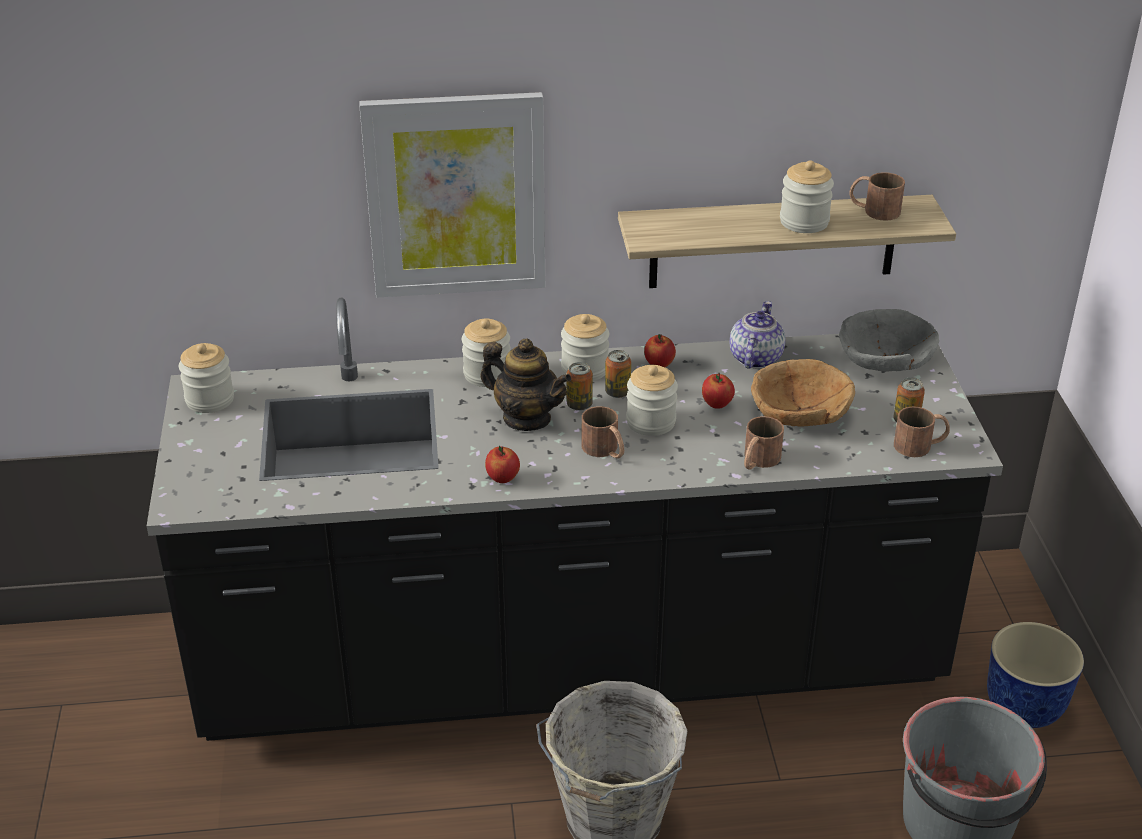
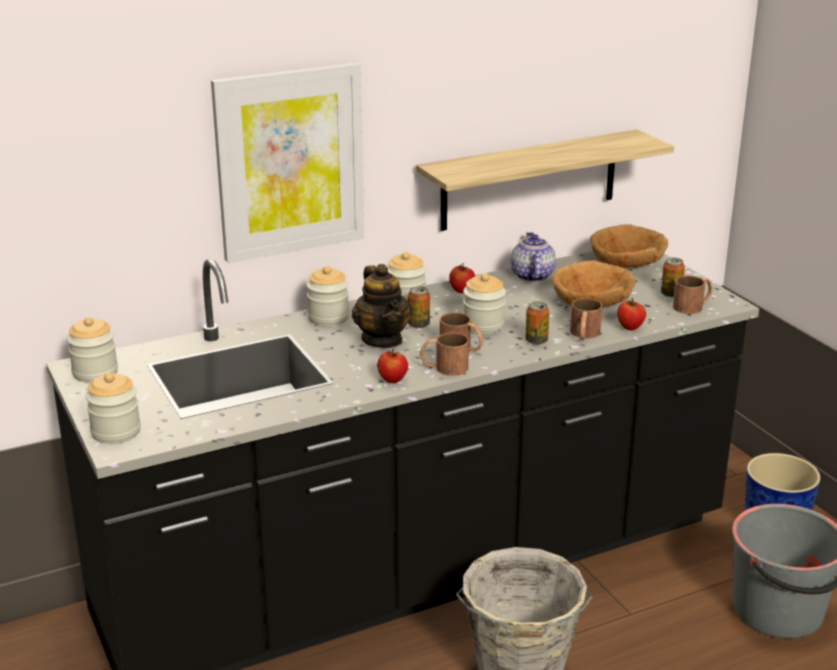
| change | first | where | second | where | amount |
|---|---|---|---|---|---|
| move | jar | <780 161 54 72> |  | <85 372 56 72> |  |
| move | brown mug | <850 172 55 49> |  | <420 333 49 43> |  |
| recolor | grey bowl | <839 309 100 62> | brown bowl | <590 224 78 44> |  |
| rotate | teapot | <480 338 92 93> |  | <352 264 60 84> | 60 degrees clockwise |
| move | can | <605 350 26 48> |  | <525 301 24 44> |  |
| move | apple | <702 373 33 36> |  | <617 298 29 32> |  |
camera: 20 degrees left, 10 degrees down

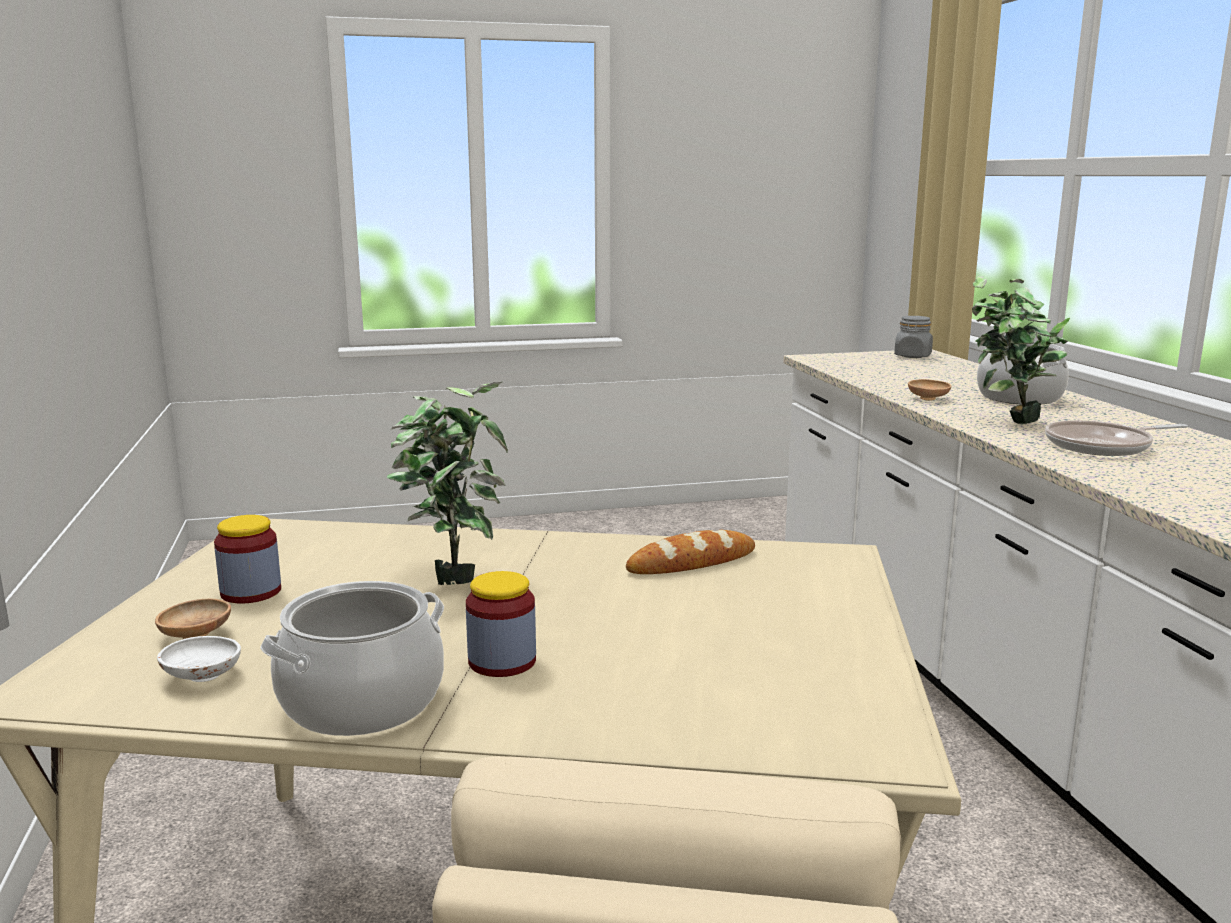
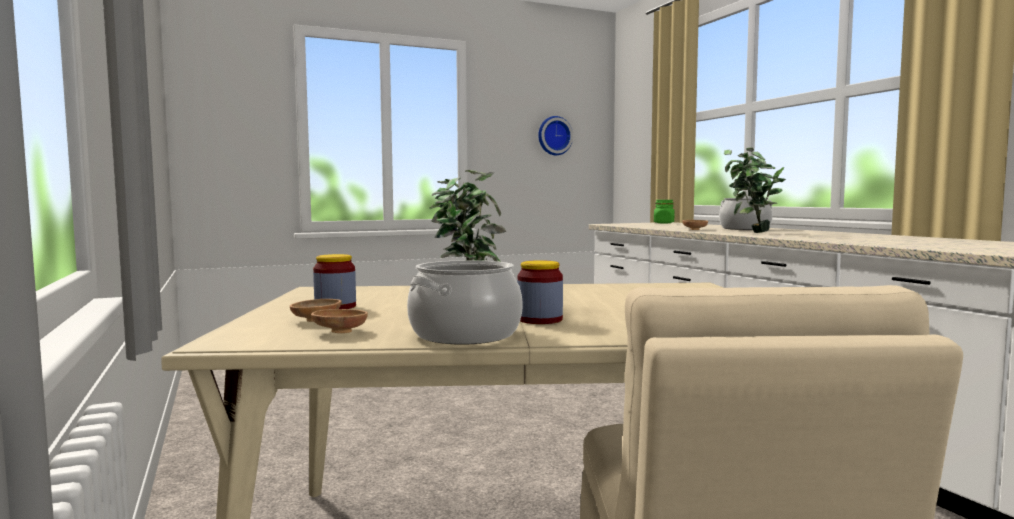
| change | first | where | second | where | amount |
|---|---|---|---|---|---|
| recolor | grey jar | <894 316 39 42> | green jar | <654 200 20 23> |  |
| delete | frying pan | <1045 420 143 36> |  |  |  |
| delete | bread | <626 530 129 44> |  |  |  |
| recolor | white bowl | <157 636 84 46> | brown bowl | <311 309 57 24> |  |
| insert |  |  | wall clock | <538 116 35 39> |  |
camera: 10 degrees left, 10 degrees down

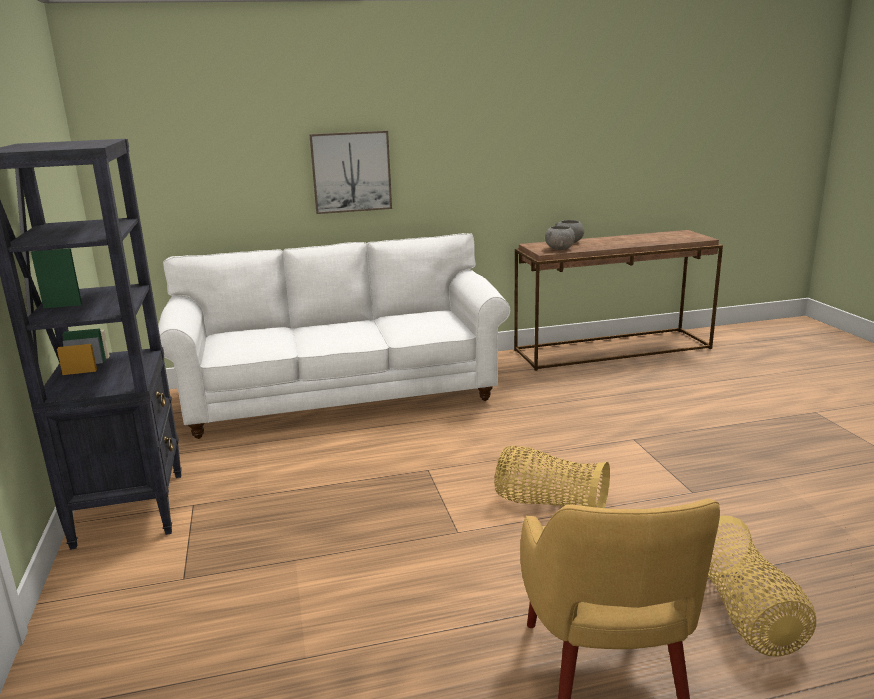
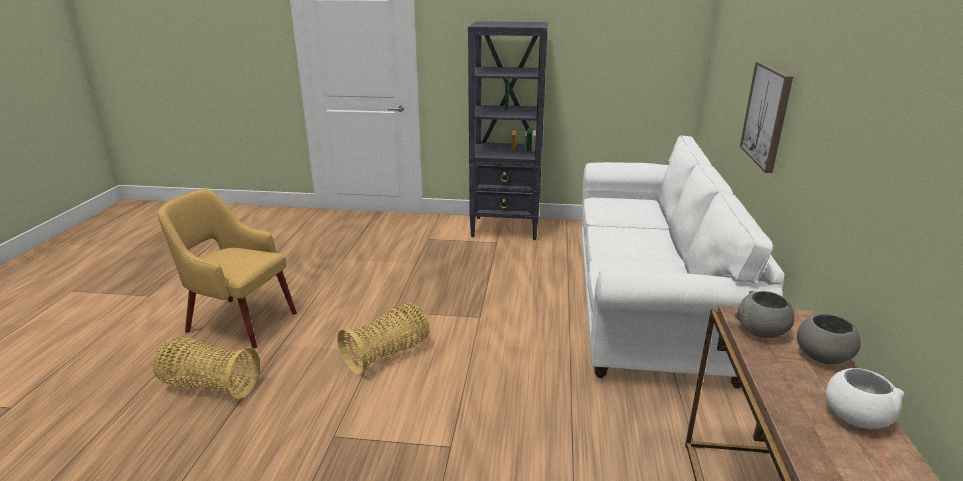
| change | first | where | second | where | amount |
|---|---|---|---|---|---|
| insert |  |  | white bowl | <825 368 79 61> |  |
camera: 110 degrees right, 5 degrees up

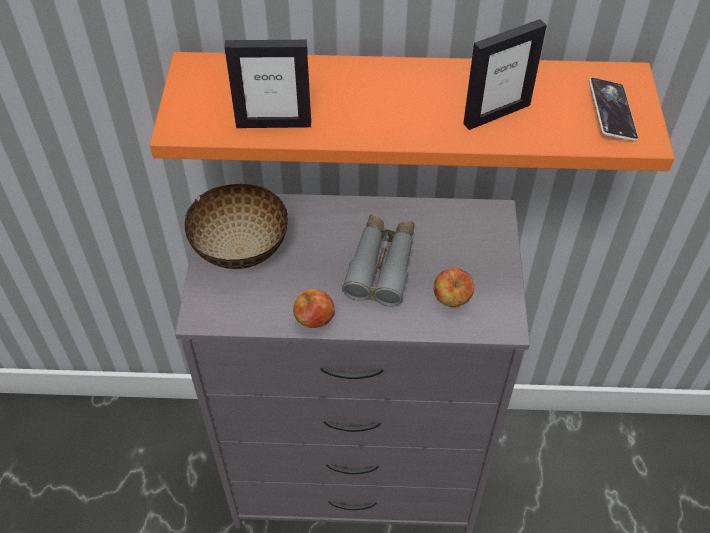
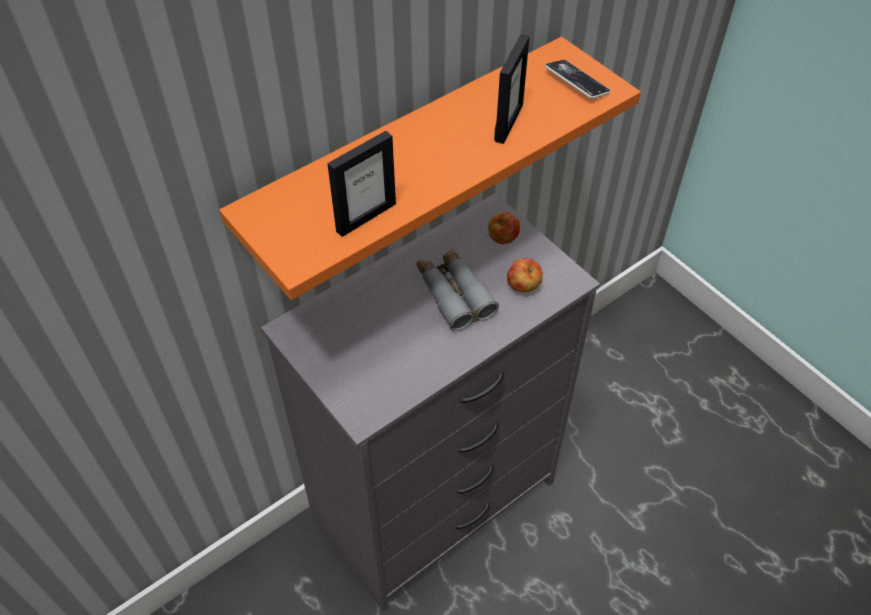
| change | first | where | second | where | amount |
|---|---|---|---|---|---|
| delete | bowl | <184 184 104 85> |  |  |  |
| move | apple | <293 289 42 39> |  | <488 212 32 32> |  |
camera: 40 degrees left, 0 degrees up

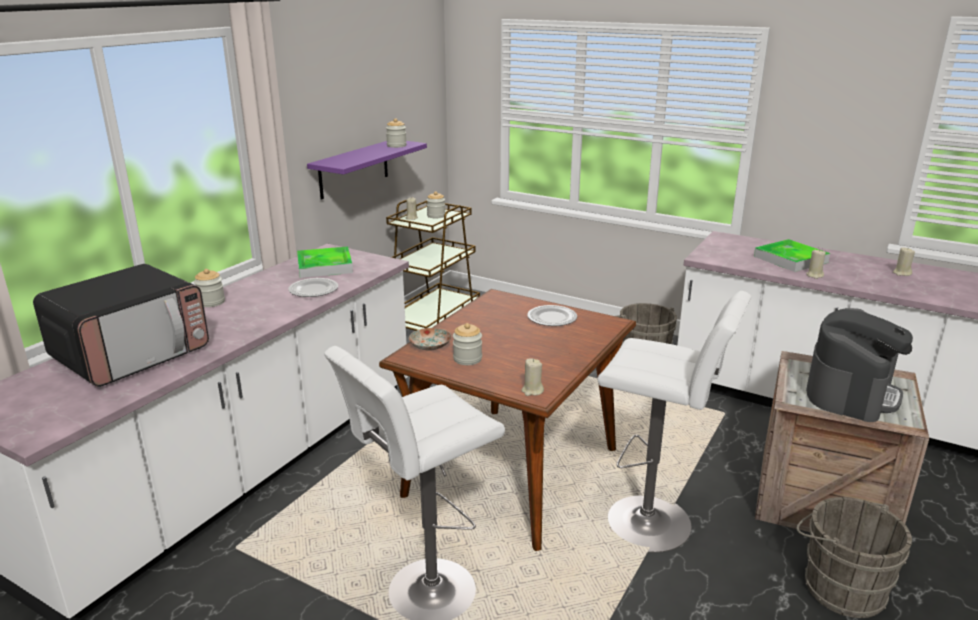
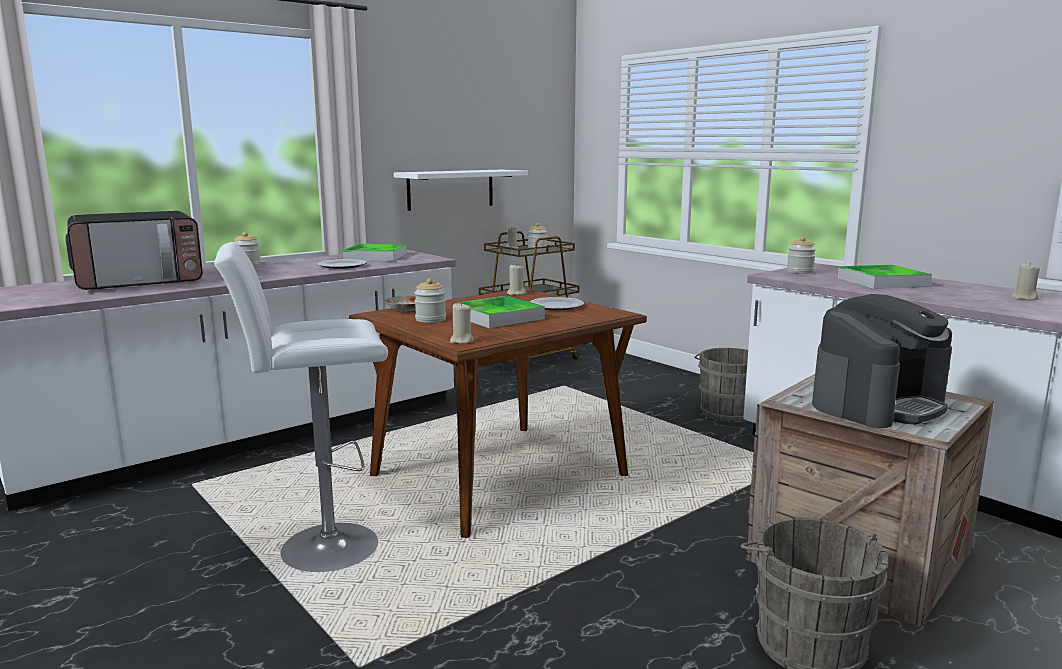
| change | first | where | second | where | amount |
|---|---|---|---|---|---|
| move | jar | <386 118 21 30> |  | <787 236 29 38> |  |
| recolor | purple shelf | <307 141 120 59> | white shelf | <394 170 134 41> |  |
| move | beige candle | <806 250 20 29> |  | <507 263 19 32> |  |
| delete | white stool | <598 291 154 262> |  |  |  |
| insert |  |  | tray | <453 296 92 32> |  |
camera: 20 degrees right, 10 degrees down

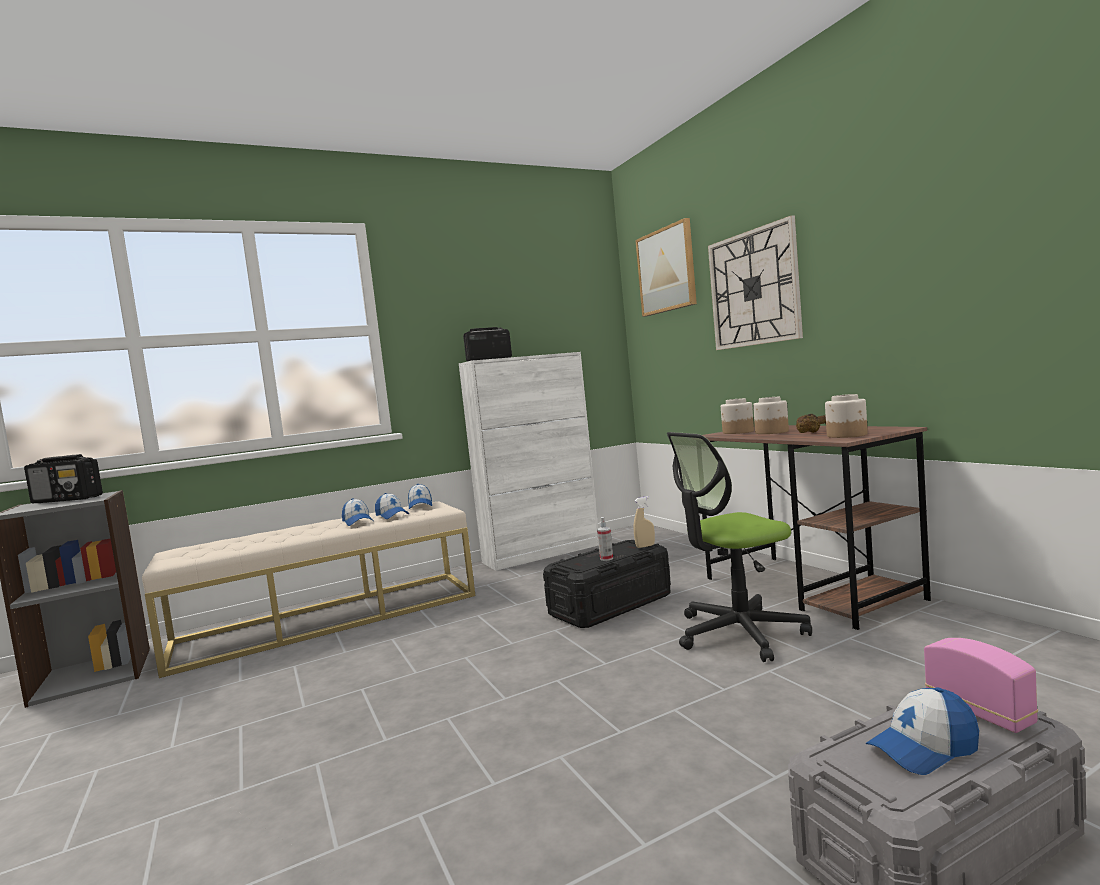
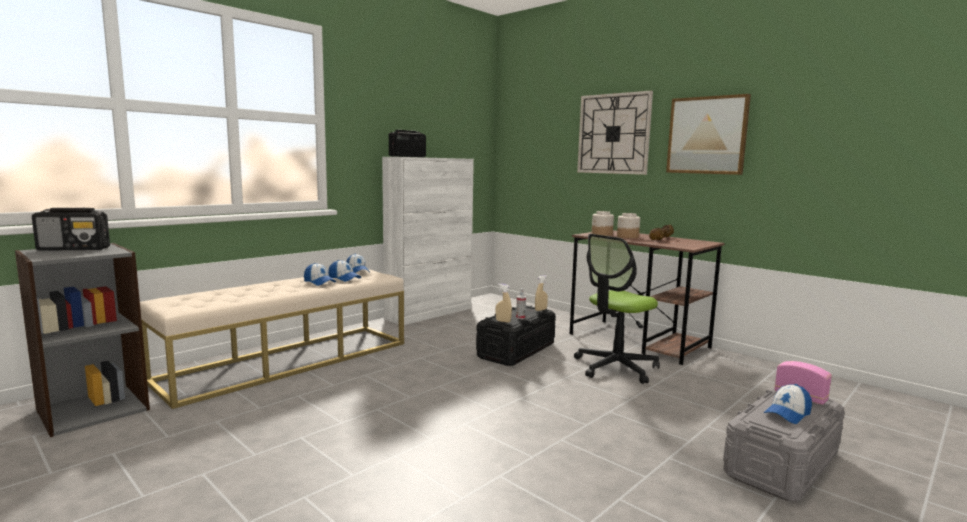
| change | first | where | second | where | amount |
|---|---|---|---|---|---|
| move | picture | <635 218 62 99> |  | <666 94 85 81> |  |
| delete | jar | <825 394 43 44> |  |  |  |
| insert |  |  | beige spray bottle | <496 284 16 39> |  |
camera: 20 degrees left, 5 degrees up

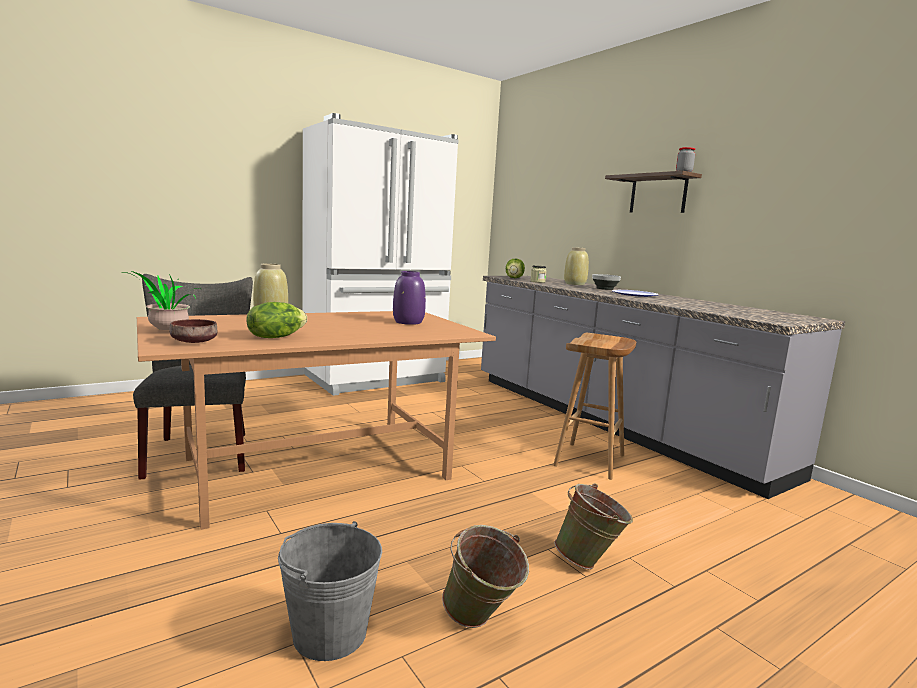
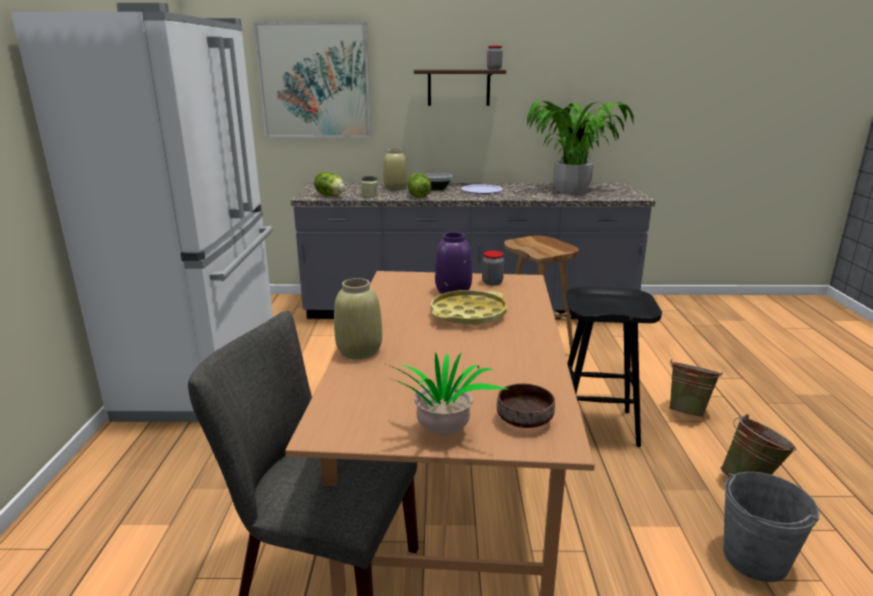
| change | first | where | second | where | amount |
|---|---|---|---|---|---|
| move | lettuce | <246 302 61 36> |  | <408 173 24 24> |  |
| insert |  |  | picture | <253 22 118 116> |  |
| insert |  |  | potted plant | <527 101 107 93> |  |
| insert |  |  | jar | <482 251 22 34> |  |
| insert |  |  | black stool | <566 287 96 160> |  |
| insert |  |  | yellow tray | <431 290 76 36> |  |
camera: 55 degrees left, 10 degrees up

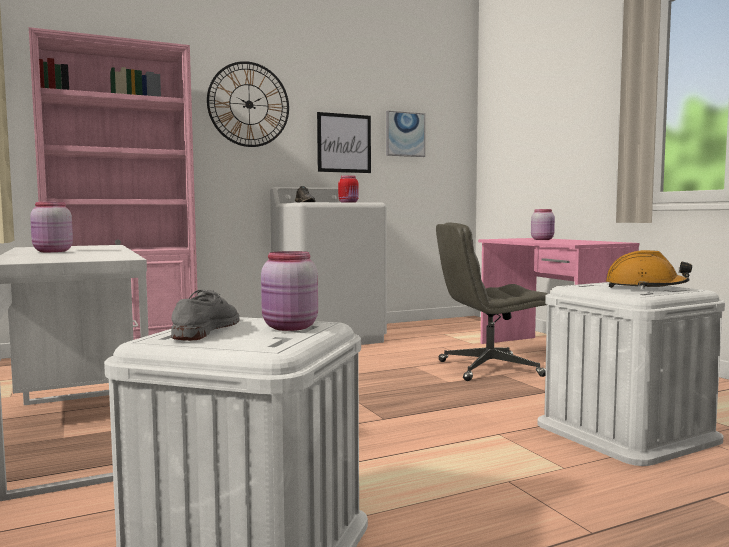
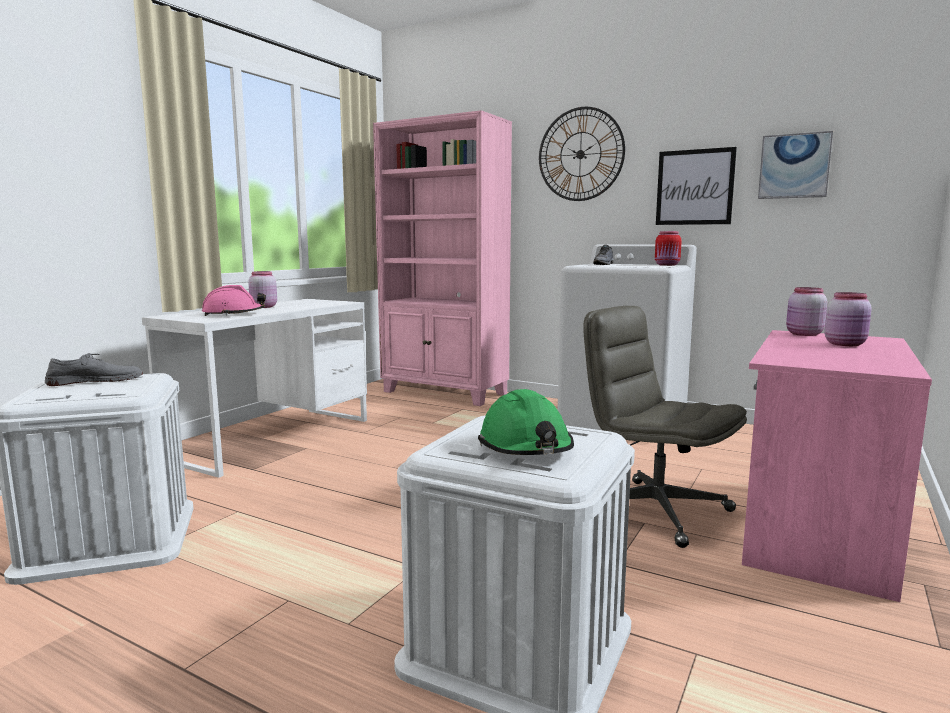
| change | first | where | second | where | amount |
|---|---|---|---|---|---|
| recolor | orange hard hat | <606 250 86 39> | green hard hat | <478 389 96 66> |  |
| move | pink jar | <261 251 57 80> |  | <786 287 41 49> |  |
| insert |  |  | pink hard hat | <202 285 64 31> |  |
camera: 55 degrees right, 5 degrees up

